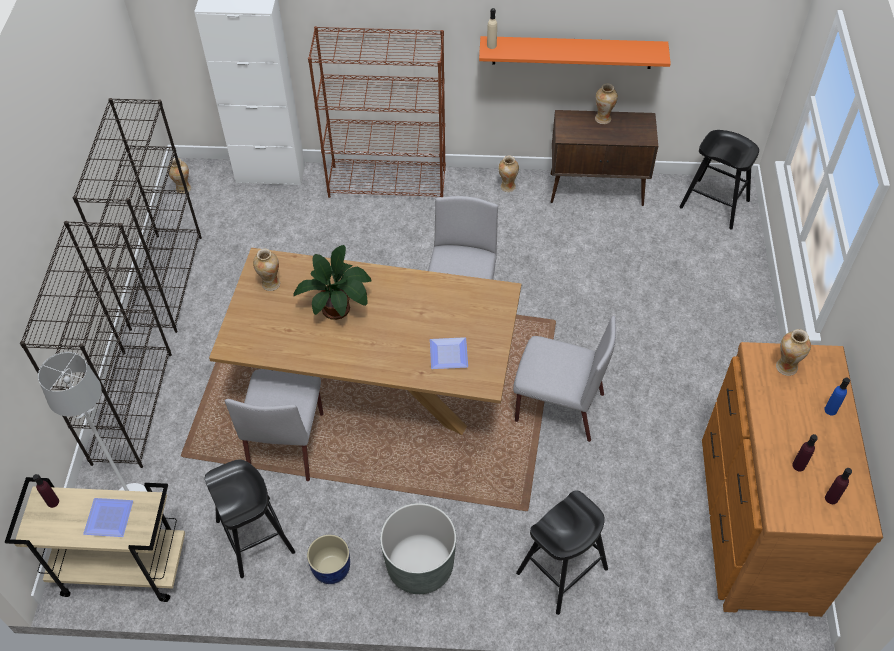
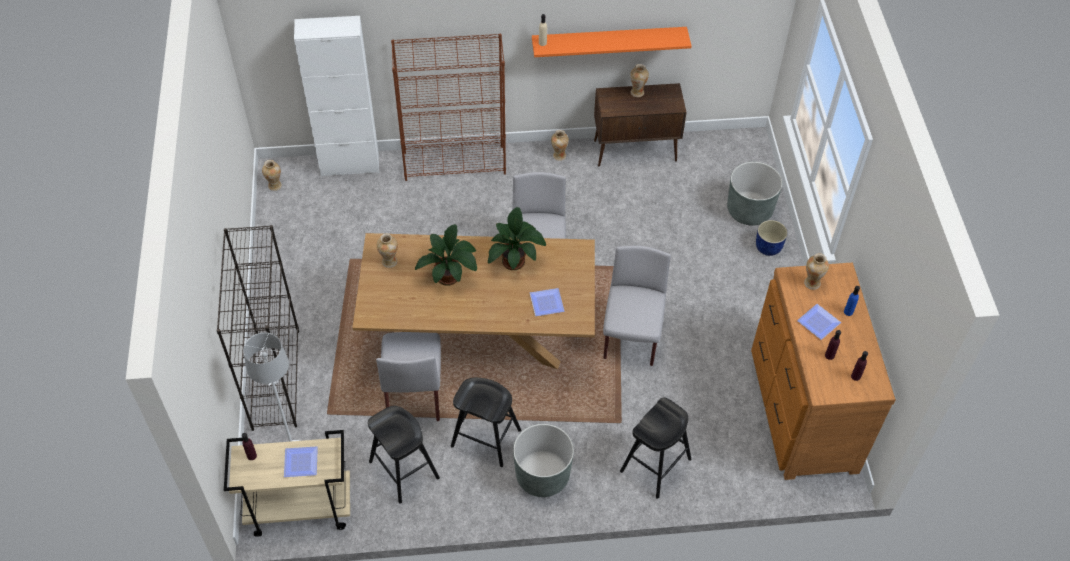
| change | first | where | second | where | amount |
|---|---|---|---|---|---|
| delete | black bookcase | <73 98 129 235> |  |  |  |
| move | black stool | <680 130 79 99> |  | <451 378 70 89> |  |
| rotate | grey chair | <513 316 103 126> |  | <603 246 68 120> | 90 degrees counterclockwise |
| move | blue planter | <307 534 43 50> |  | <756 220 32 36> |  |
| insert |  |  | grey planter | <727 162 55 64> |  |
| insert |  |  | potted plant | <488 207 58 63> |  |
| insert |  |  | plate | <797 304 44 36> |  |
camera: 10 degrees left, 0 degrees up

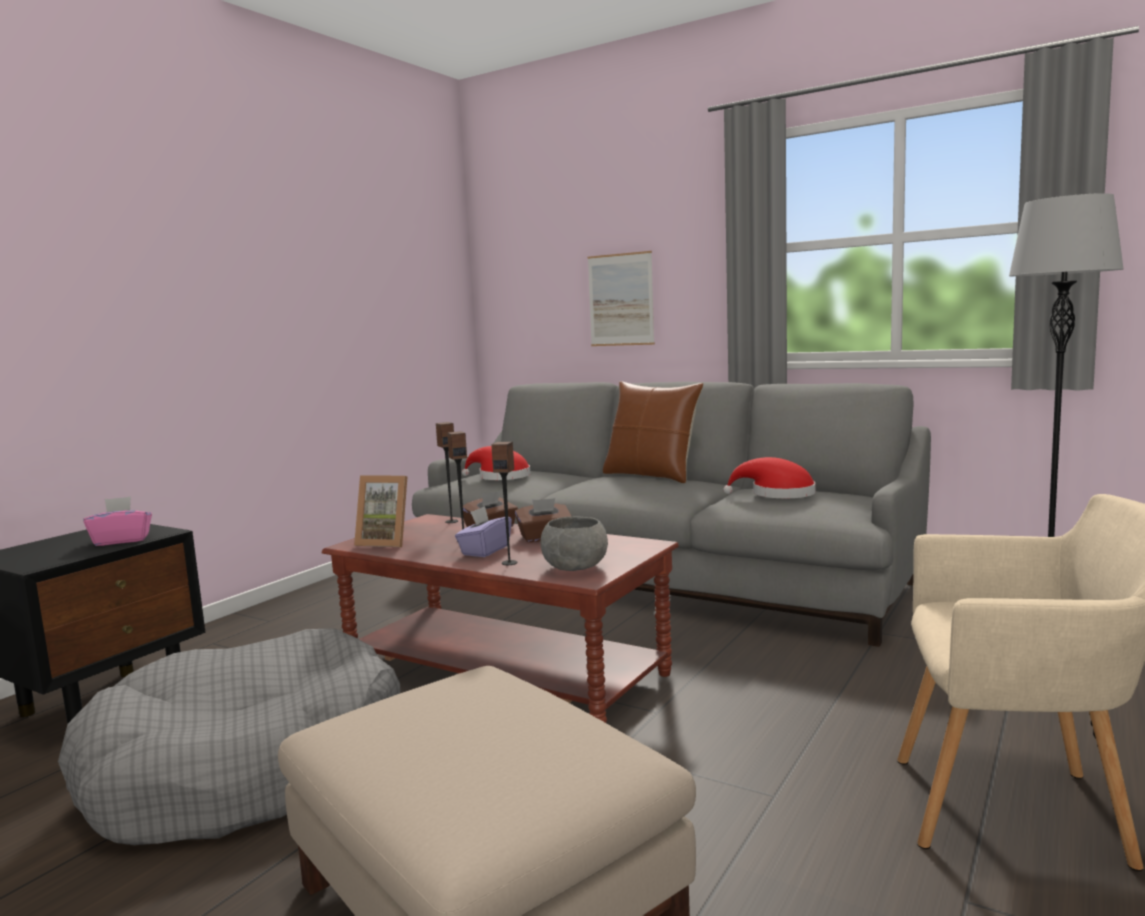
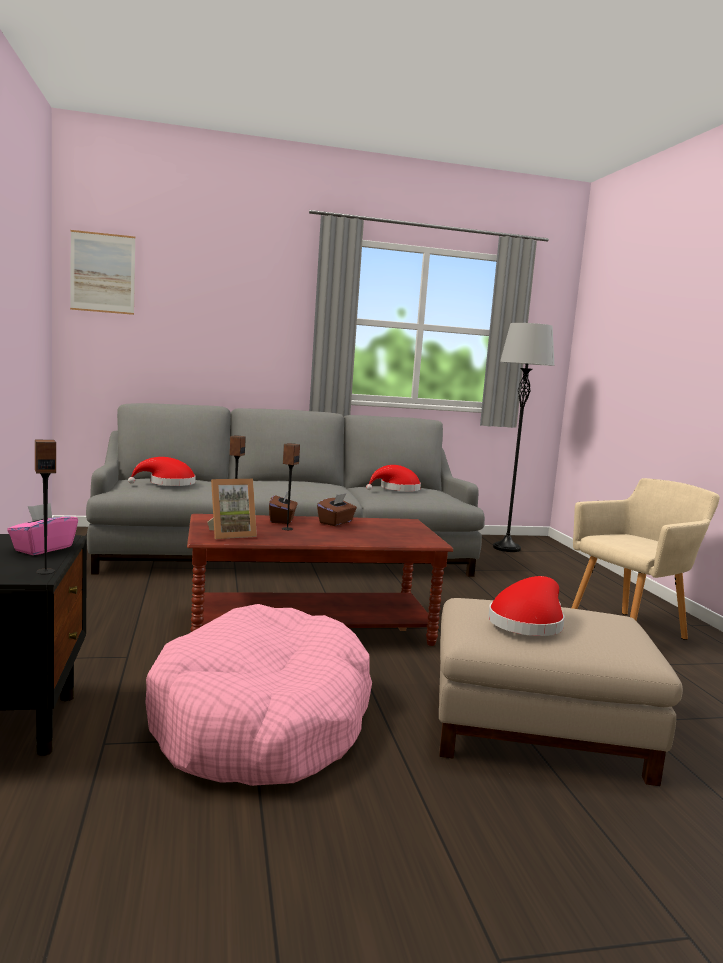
| change | first | where | second | where | amount |
|---|---|---|---|---|---|
| move | picture | <587 251 68 95> |  | <70 230 65 85> |  |
| delete | brown pillow | <603 381 100 102> |  |  |  |
| move | speaker | <491 442 26 123> |  | <35 440 21 134> |  |
| delete | purple tissue box | <455 506 57 51> |  |  |  |
| delete | grey bowl | <541 516 67 55> |  |  |  |
| recolor | grey dog bed | <58 628 342 217> | pink dog bed | <145 604 227 182> |  |
| insert |  |  | red hat | <488 576 77 60> |  |
camera: 45 degrees left, 0 degrees up

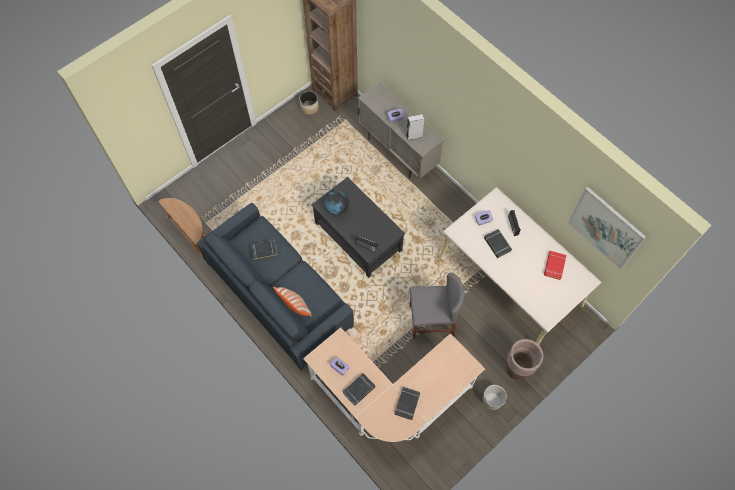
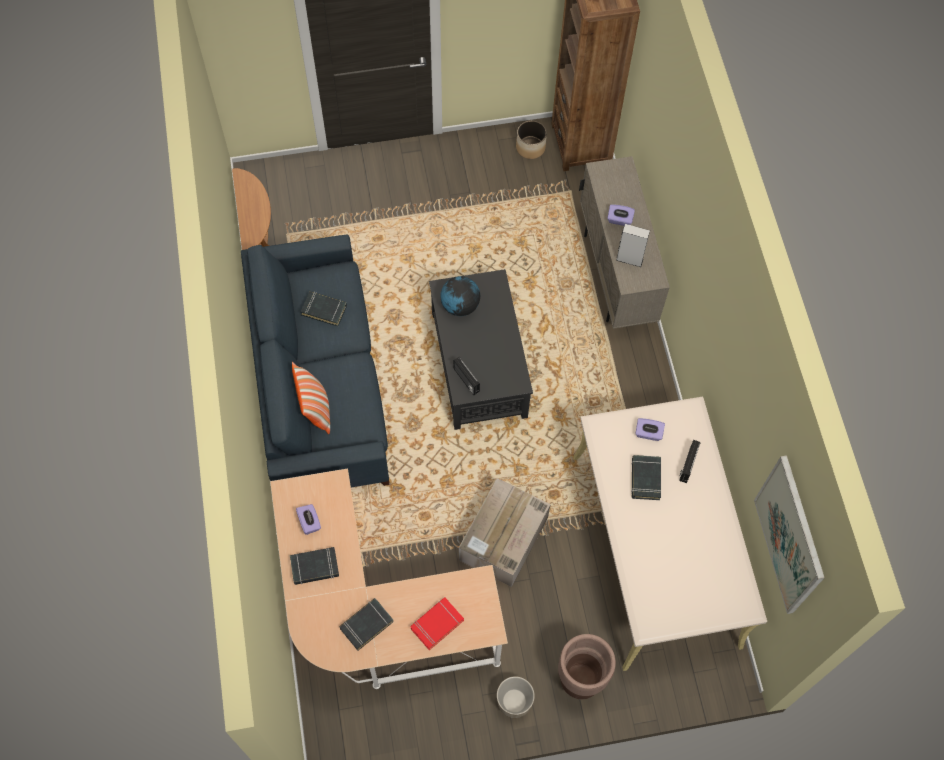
| change | first | where | second | where | amount |
|---|---|---|---|---|---|
| move | red book | <544 251 22 29> |  | <411 597 53 53> |  |
| replace | grey chair | <410 273 54 66> | cardboard box | <459 478 92 109> |  |
camera: 30 degrees right, 0 degrees up

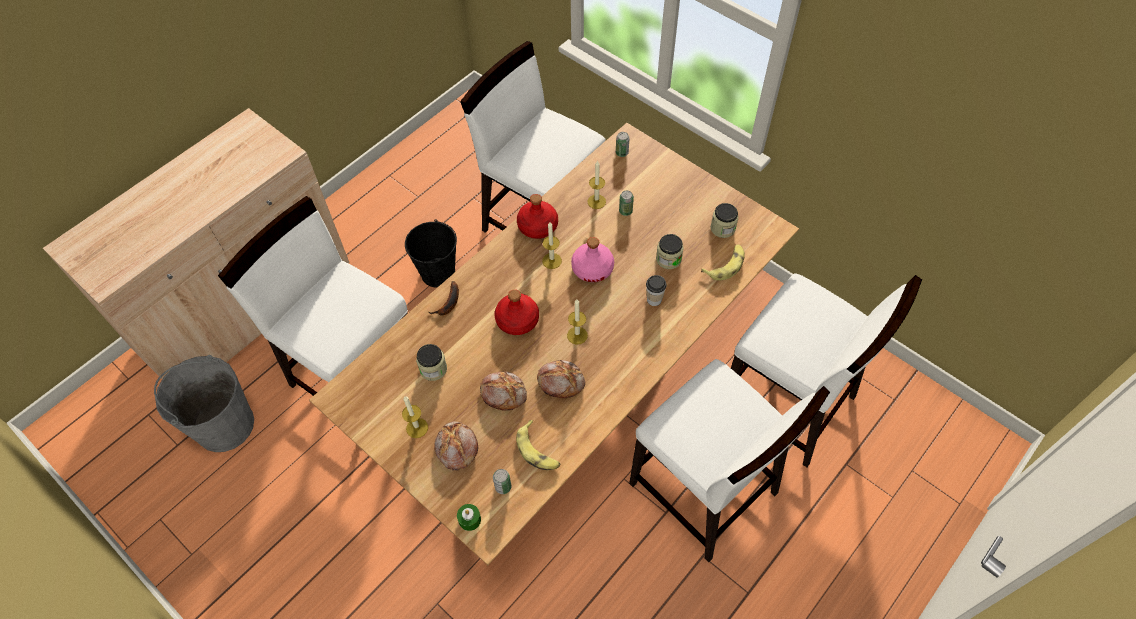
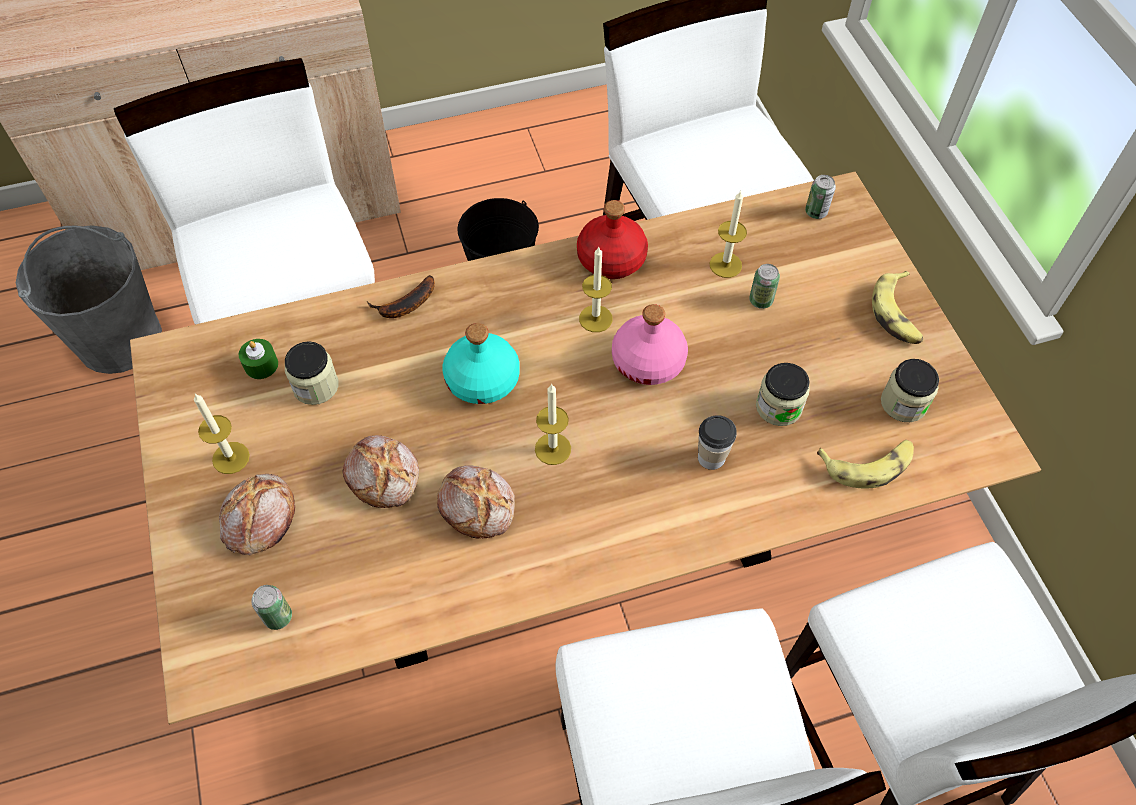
| change | first | where | second | where | amount |
|---|---|---|---|---|---|
| recolor | red bottle | <494 289 45 46> | turquoise bottle | <442 323 78 81> |  |
| move | banana | <516 420 44 50> |  | <872 271 51 73> |  |
| move | green candle | <457 504 24 27> |  | <239 339 39 40> |  |
camera: 30 degrees right, 0 degrees up

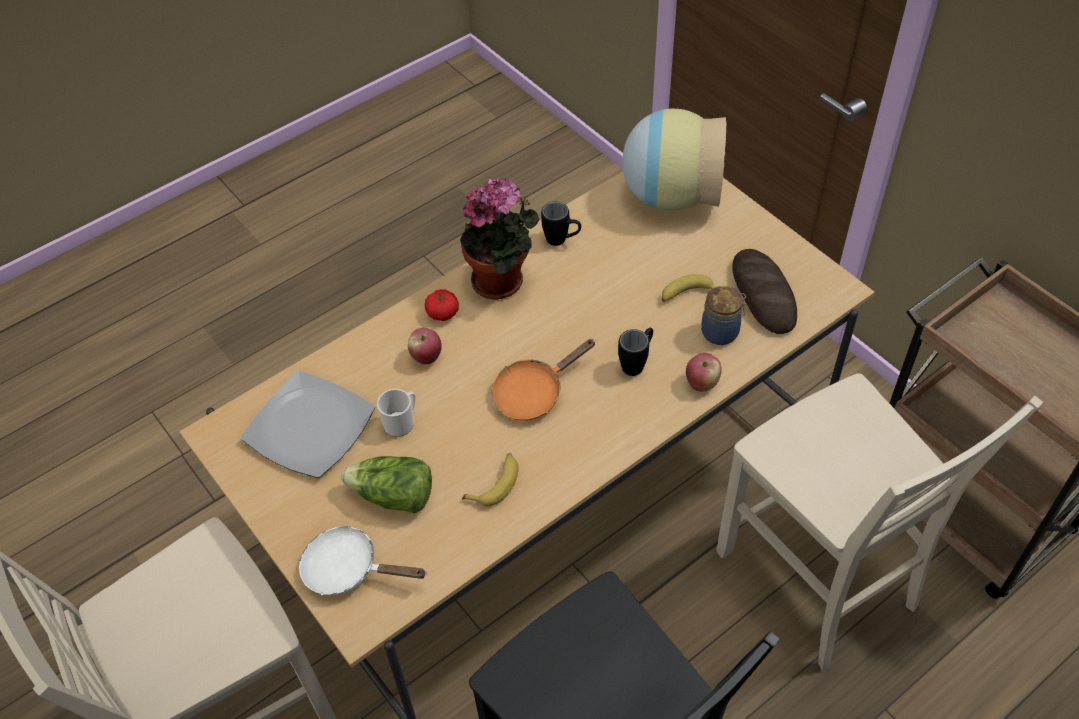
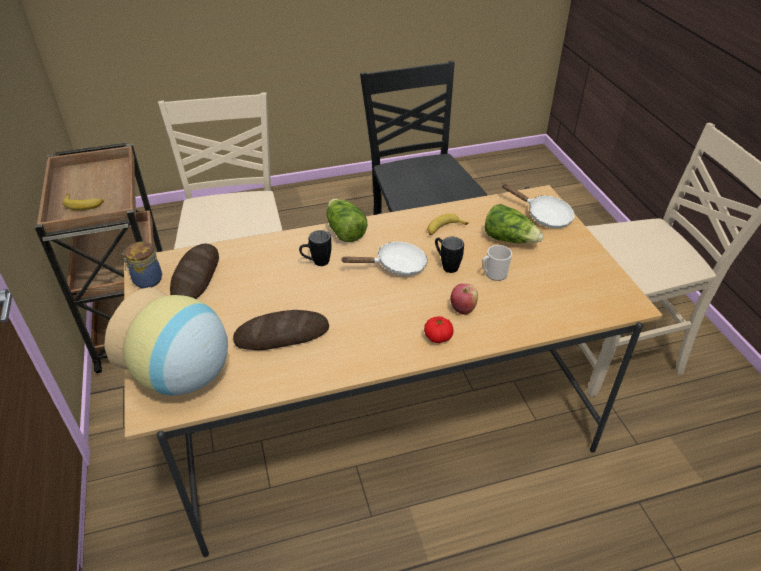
| change | first | where | second | where | amount |
|---|---|---|---|---|---|
| delete | potted plant | <460 177 80 123> |  |  |  |
| move | black mug | <541 201 40 45> |  | <435 237 29 36> |  |
| move | banana | <661 274 54 28> |  | <63 194 41 16> |  |
| move | jar | <701 286 45 59> |  | <121 242 41 46> |  |
| recolor | orange frying pan | <492 339 104 82> | white frying pan | <341 241 86 35> |  |
| delete | apple | <686 353 36 39> |  |  |  |
| delete | plate | <241 370 134 108> |  |  |  |
| insert |  |  | lettuce | <327 199 40 43> |  |
| insert |  |  | bread | <233 310 96 40> |  |
camera: 160 degrees left, 10 degrees down

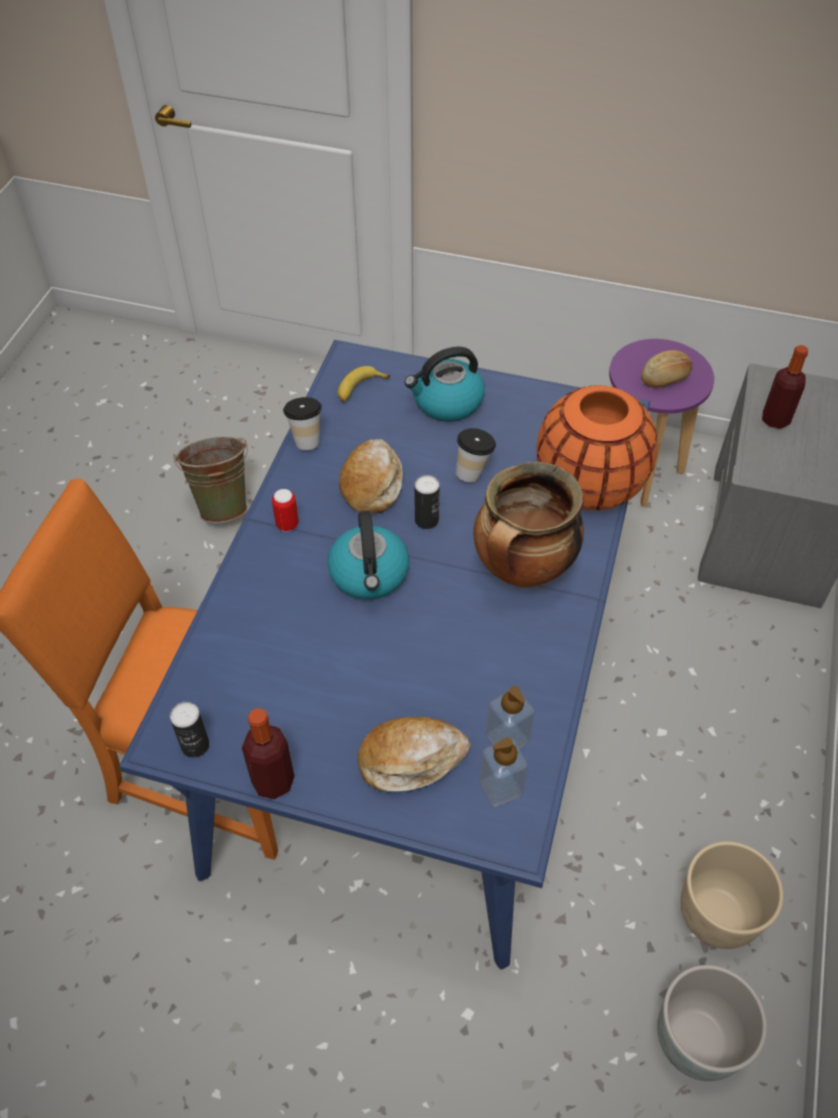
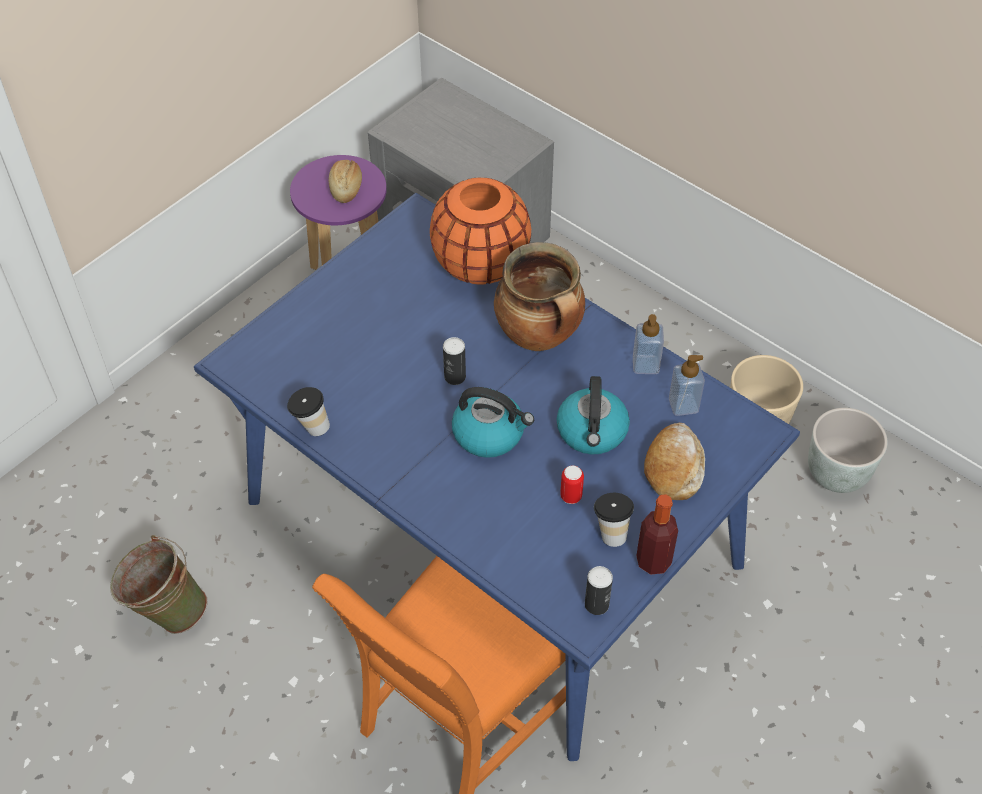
| change | first | where | second | where | amount |
|---|---|---|---|---|---|
| delete | bottle | <762 345 46 84> |  |  |  |
| move | kettle | <405 347 80 75> |  | <557 376 73 78> |  |
| delete | banana | <338 366 52 36> |  |  |  |
| move | cup | <456 428 40 54> |  | <594 493 40 54> |  |
| delete | bread | <339 439 64 75> |  |  |  |
| move | can | <272 489 27 42> |  | <560 465 24 39> |  |
| move | soap dispenser | <480 737 47 70> |  | <633 314 31 60> |  |
camera: 65 degrees left, 0 degrees up

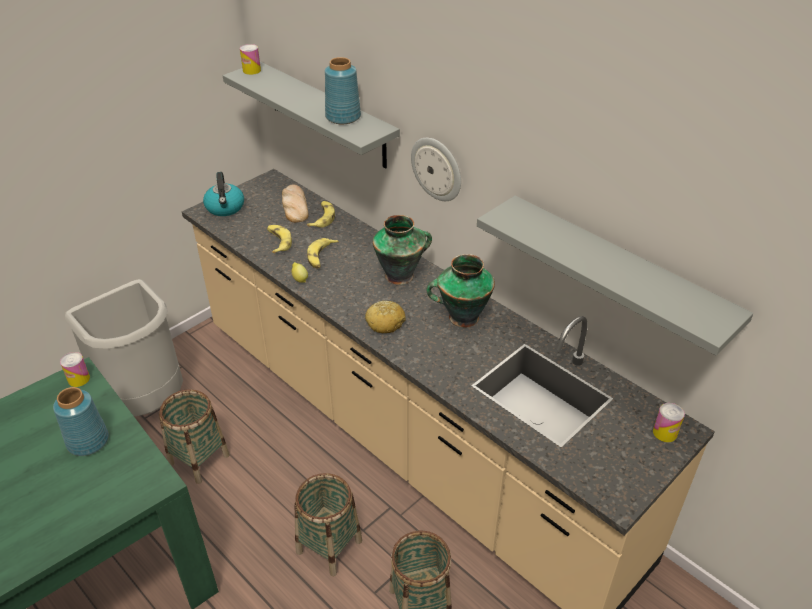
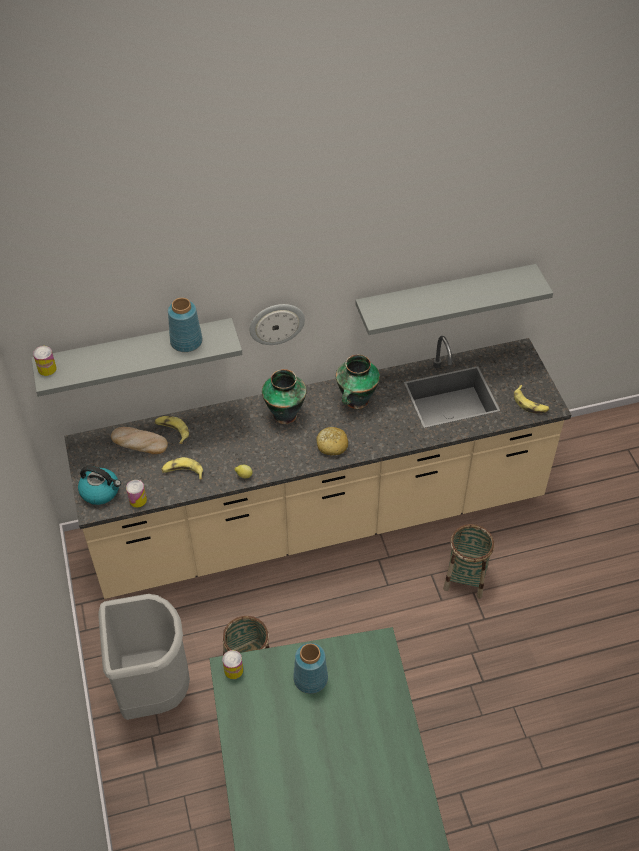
| change | first | where | second | where | amount |
|---|---|---|---|---|---|
| move | banana | <307 238 32 31> |  | <514 385 35 29> |  |
| move | can | <653 403 32 39> |  | <126 480 21 28> |  |
| delete | basket | <295 473 67 103> |  |  |  |
camera: 60 degrees left, 10 degrees up

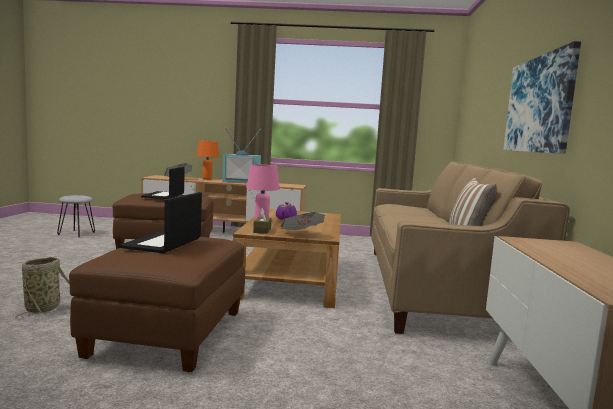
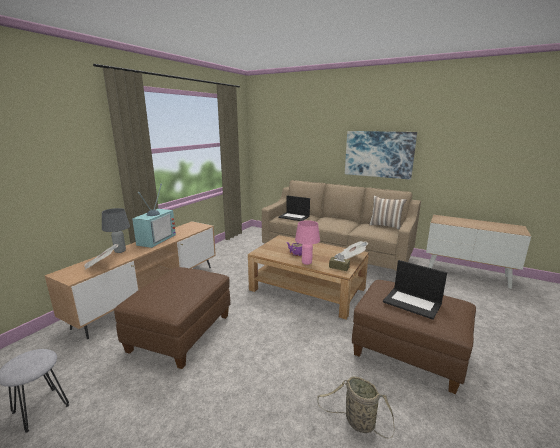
| change | first | where | second | where | amount |
|---|---|---|---|---|---|
| recolor | orange table lamp | <196 141 23 39> | grey table lamp | <102 208 28 45> |  |
| move | laptop | <141 167 44 32> |  | <278 195 32 26> |  |
camera: 65 degrees left, 10 degrees up

